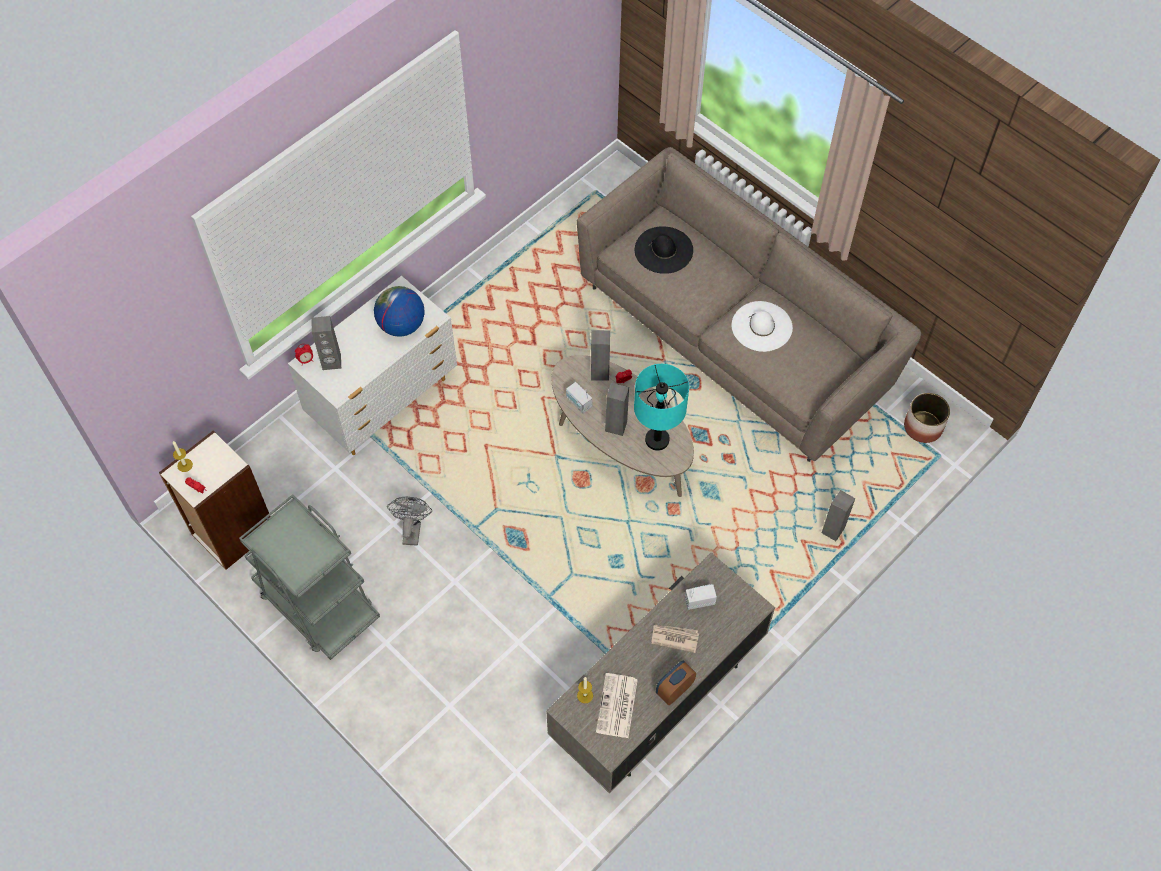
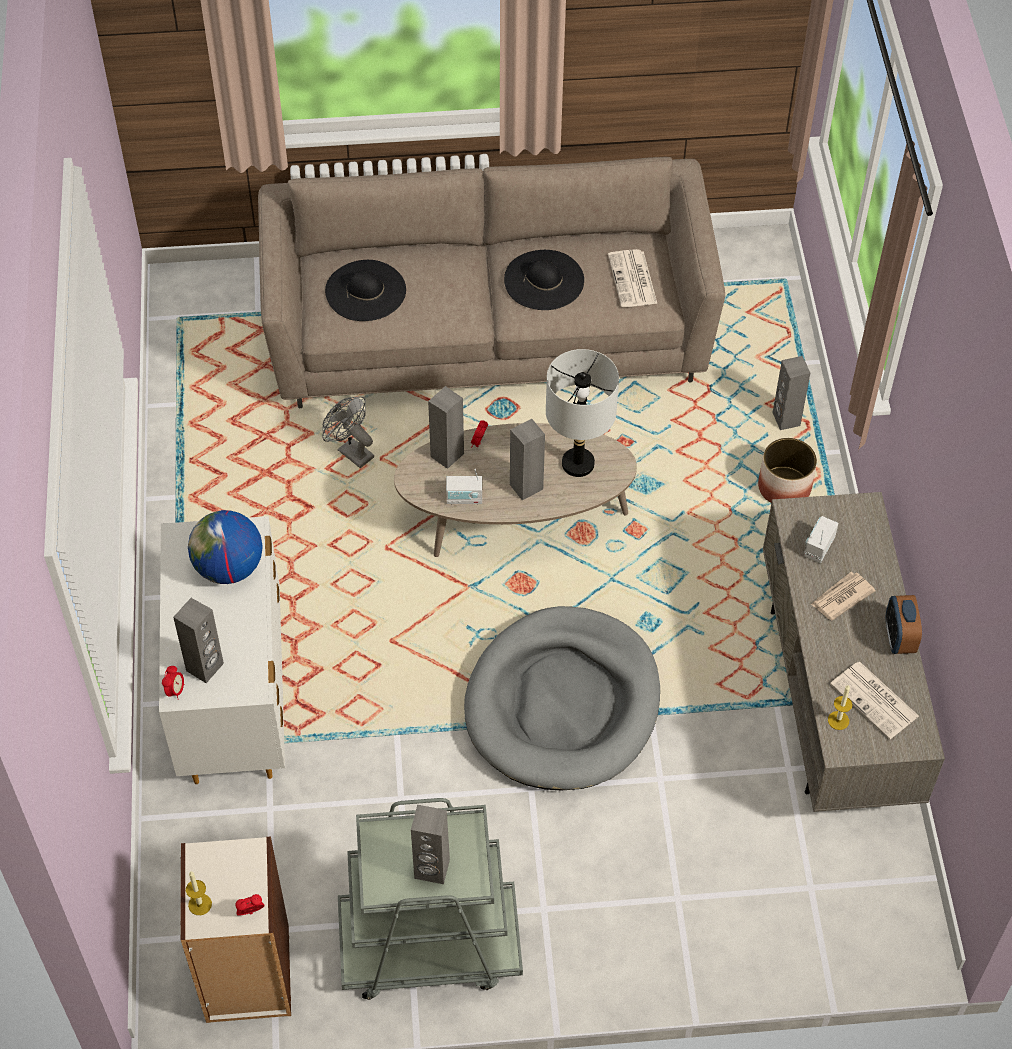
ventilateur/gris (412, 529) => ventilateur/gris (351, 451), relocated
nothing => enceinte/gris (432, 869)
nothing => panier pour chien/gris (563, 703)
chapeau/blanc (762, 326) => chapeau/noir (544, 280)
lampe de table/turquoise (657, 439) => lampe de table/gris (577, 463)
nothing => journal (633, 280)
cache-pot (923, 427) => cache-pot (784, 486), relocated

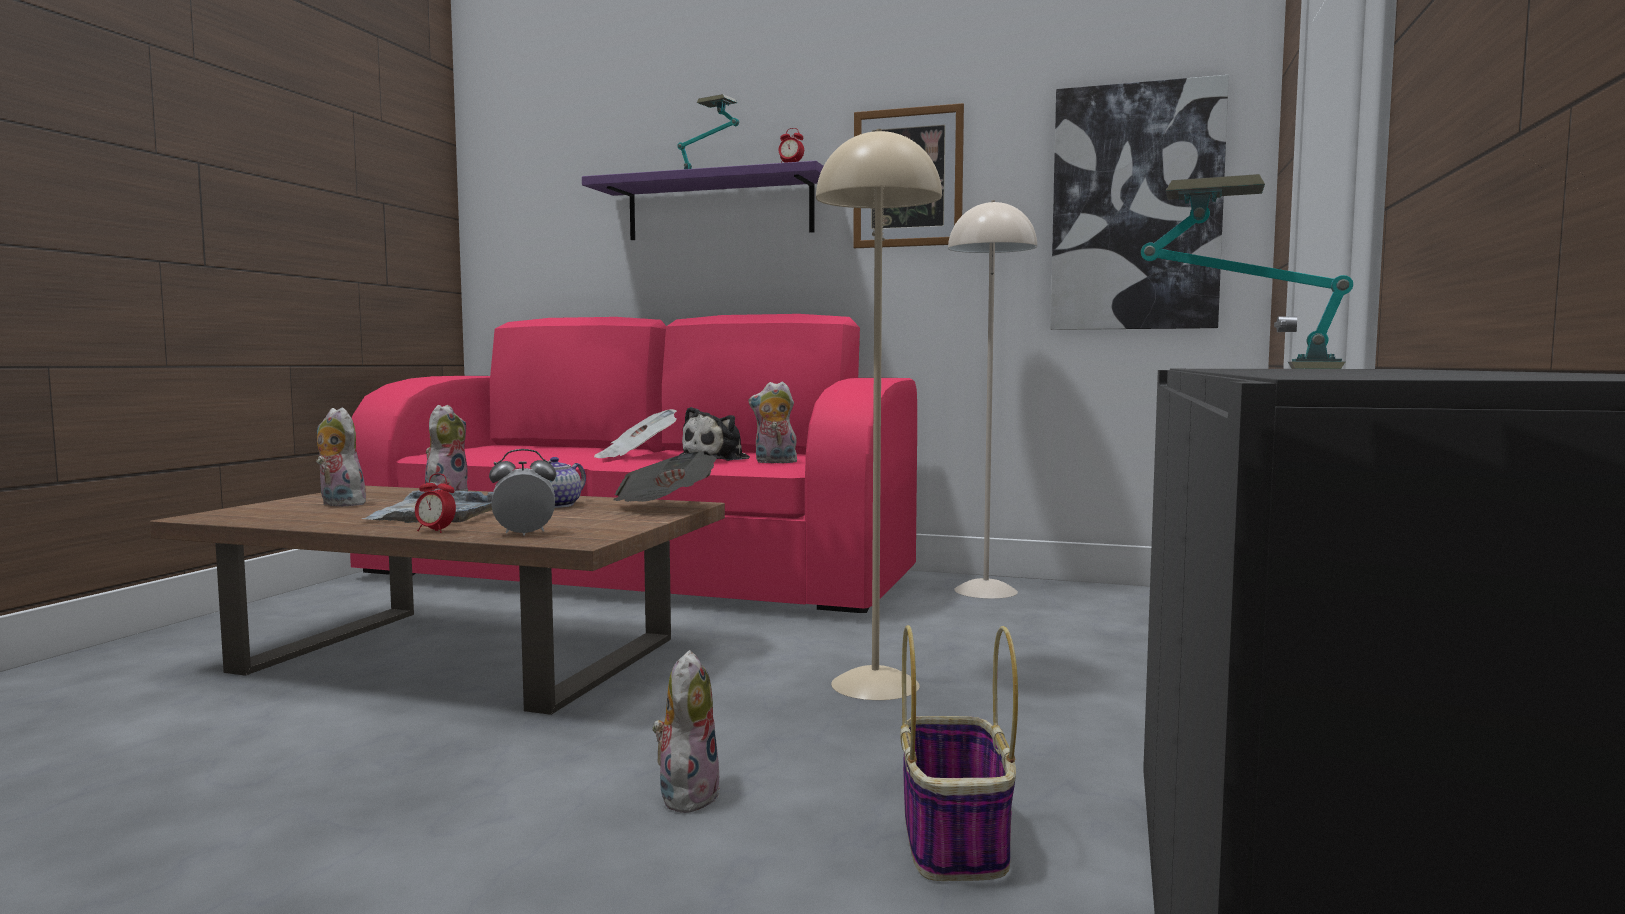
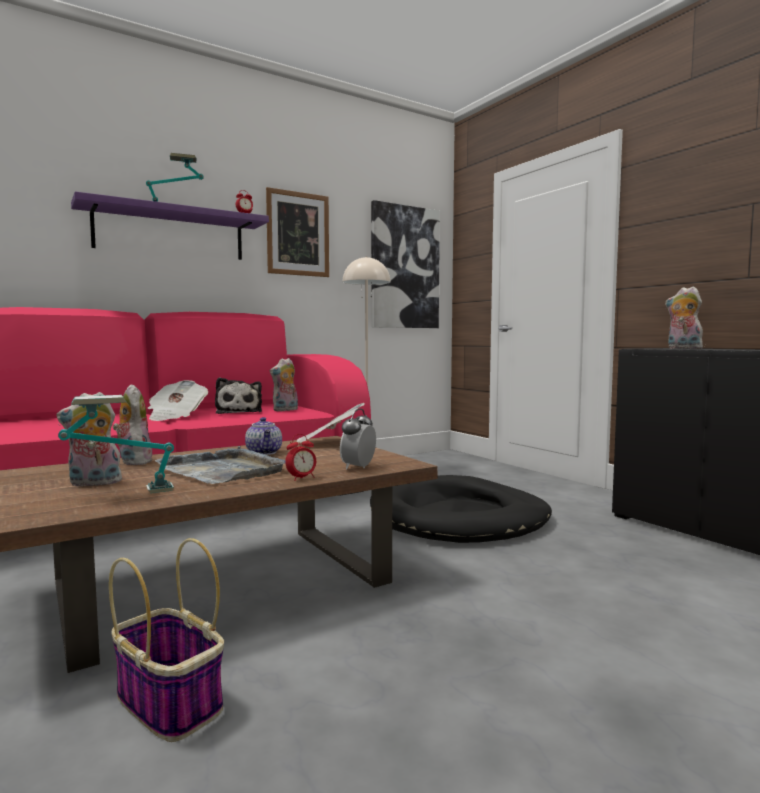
lampe de table (1238, 368) => lampe de table (121, 493), relocated
panier (955, 840) => panier (171, 703), relocated
lampadaire/beige (876, 685) => panier pour chien/noir (459, 517)
peluche (686, 794) => peluche (682, 348), relocated

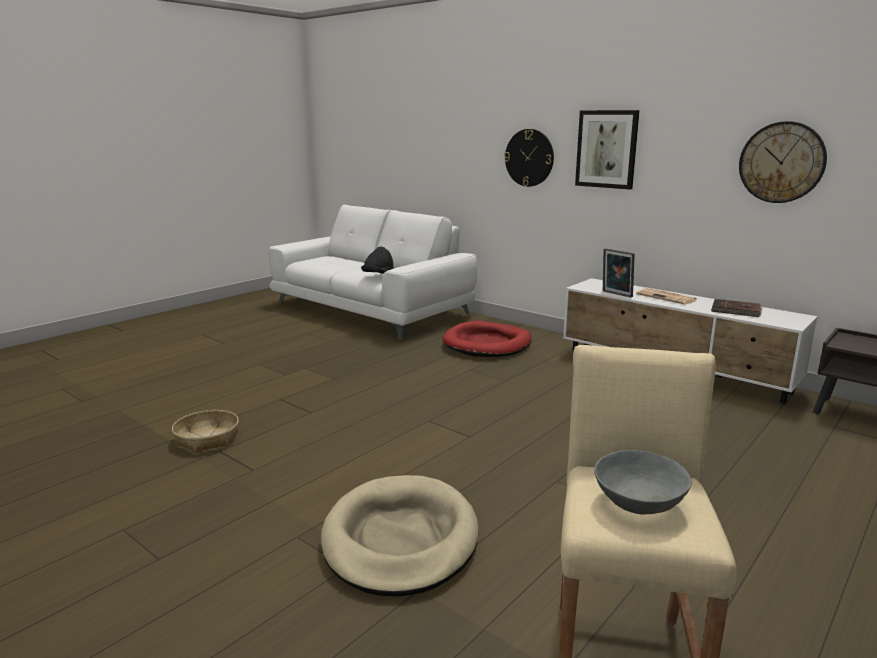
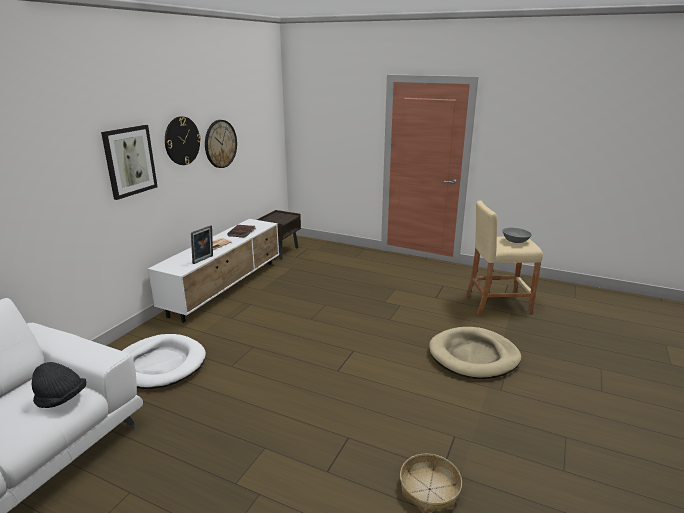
panier pour chien/rouge (487, 344) => panier pour chien/blanc (160, 364)
horloge murale (529, 158) => horloge murale (182, 141), relocated

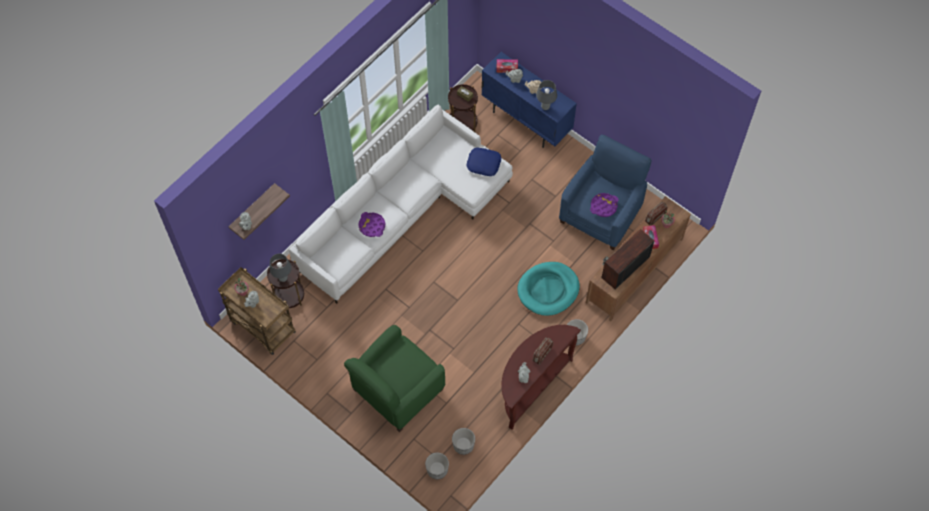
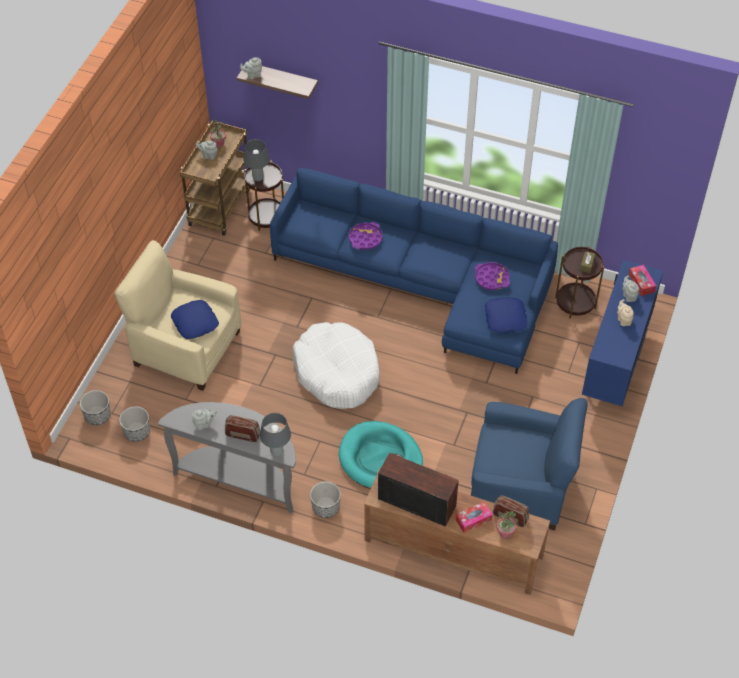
fauteuil/vert (397, 390) => fauteuil/beige (186, 348)
table console/marron (531, 386) => table console/gris (239, 479)
nothing => coussin/bleu (195, 322)
lampe de table/gris (545, 107) => lampe de table/gris (277, 452), relocated
canapé/blanc (404, 211) => canapé/bleu (423, 283)
nothing => panier pour chien/blanc (337, 372)
plateau/violet (603, 206) => plateau/violet (491, 278), relocated

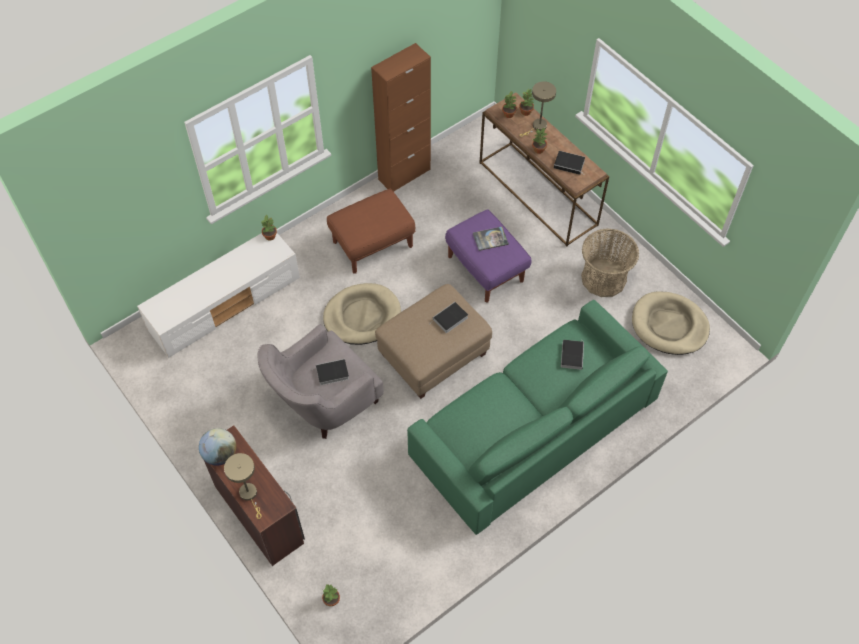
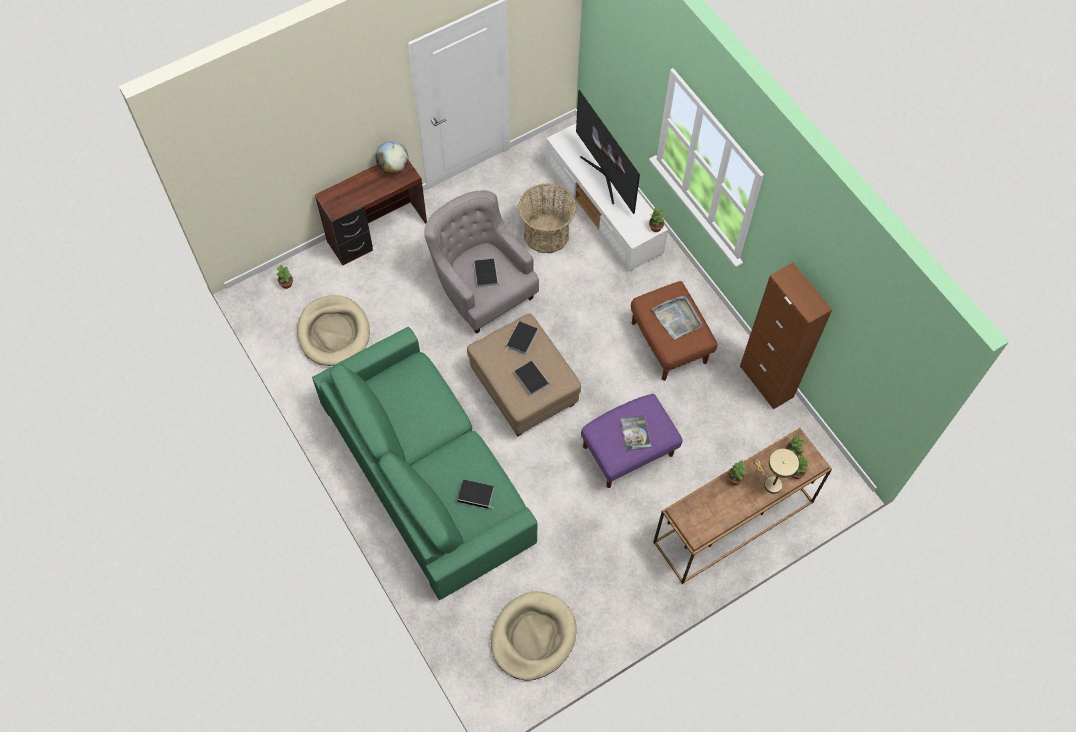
panier pour chien/beige (362, 316) => panier pour chien/beige (334, 332), relocated
livre (570, 164) => livre (521, 340), relocated
panier (603, 278) => panier (546, 233), relocated
nothing => téléviseur (605, 175)
nothing => plateau/gris (677, 318)
lampe de table/beige (249, 495) => nothing

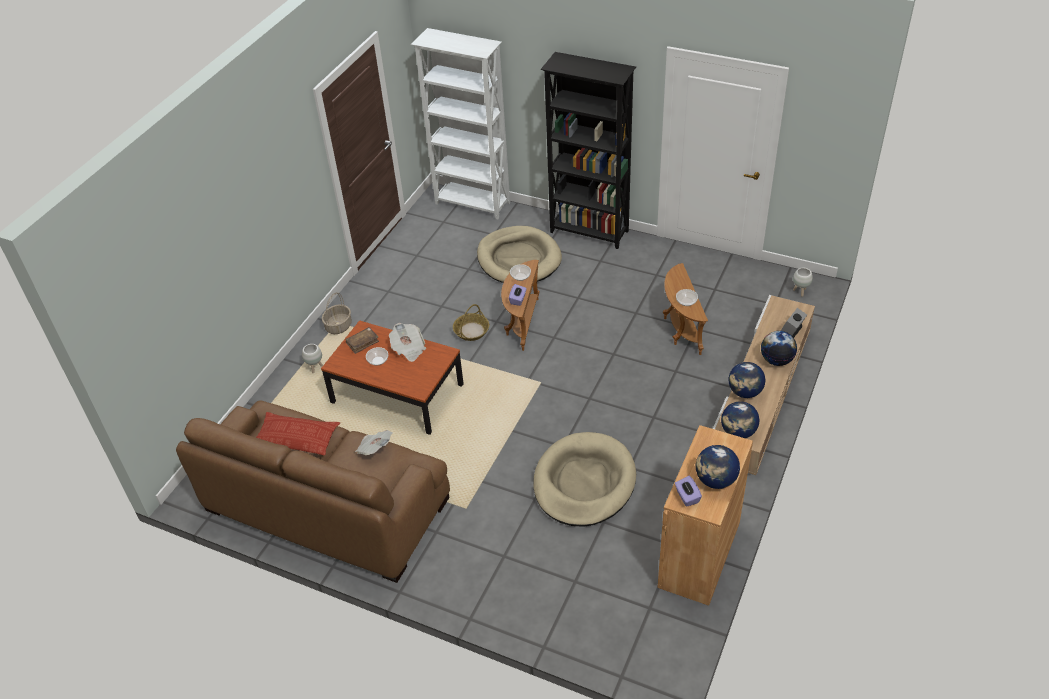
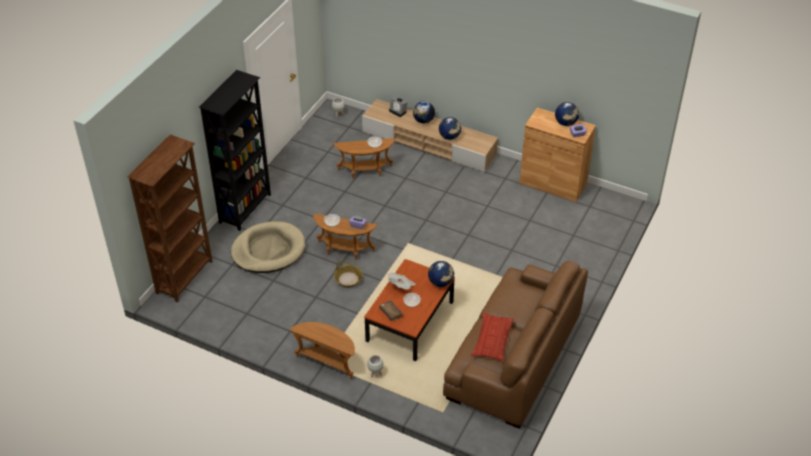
bibliothèque/blanc (473, 204) => bibliothèque/marron (185, 277)
panier (338, 326) => table d'appoint/marron (327, 362)
globe (738, 432) => globe (441, 282), relocated
journal (375, 449) => nothing
panier pour chien/beige (584, 482) => nothing

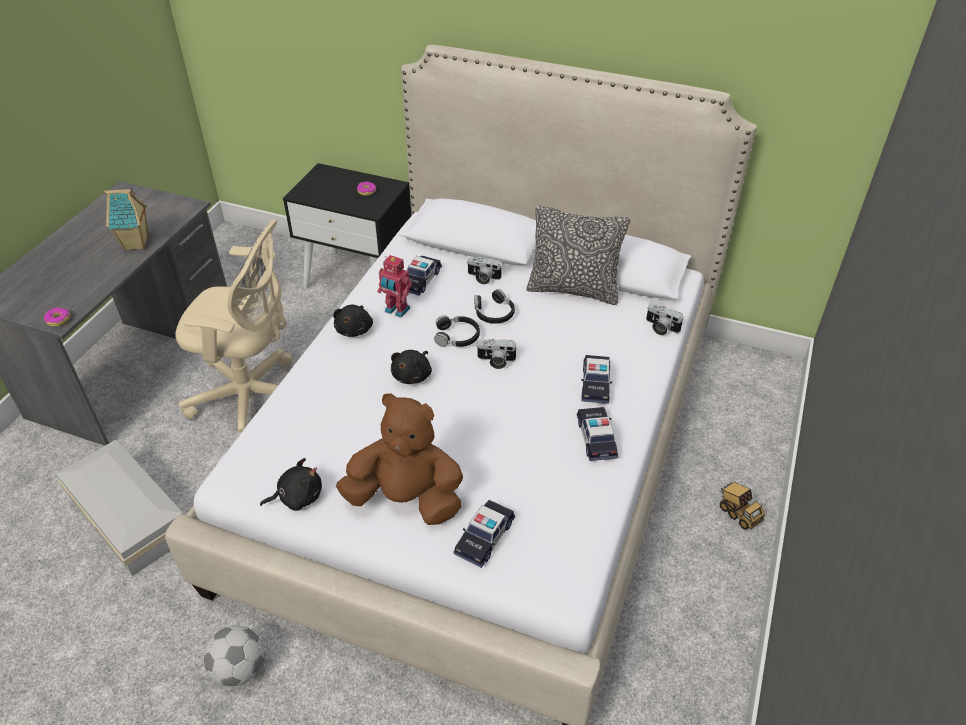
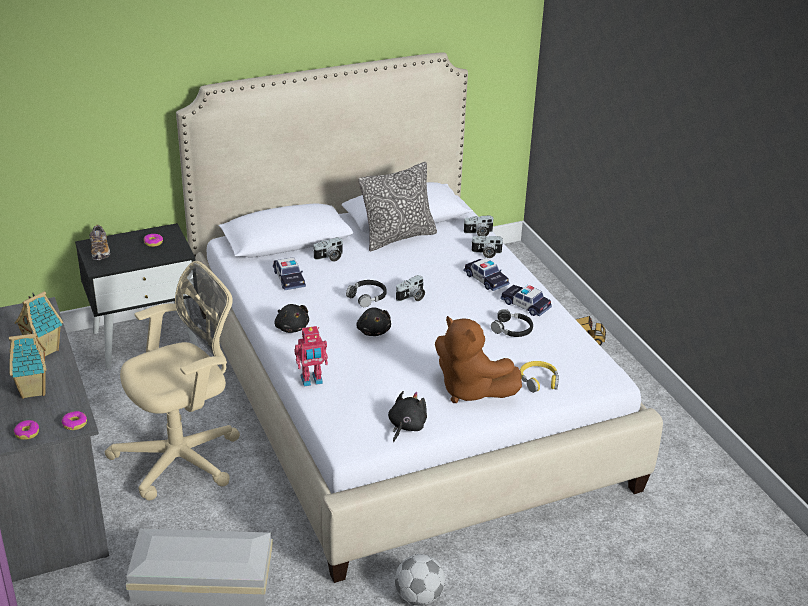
nothing => maison miniature (34, 390)
nothing => beignet (27, 433)
nothing => chaussure (100, 251)
robot jouet (396, 311) => robot jouet (312, 381), relocated
peluche/marron (406, 499) => peluche/marron (470, 390), 105 degrees counterclockwise
nothing => appareil photo (486, 253)
casque audio/noir (494, 313) => casque audio/noir (512, 329), relocated
petite voiture (484, 537) => casque audio/jaune (538, 381)

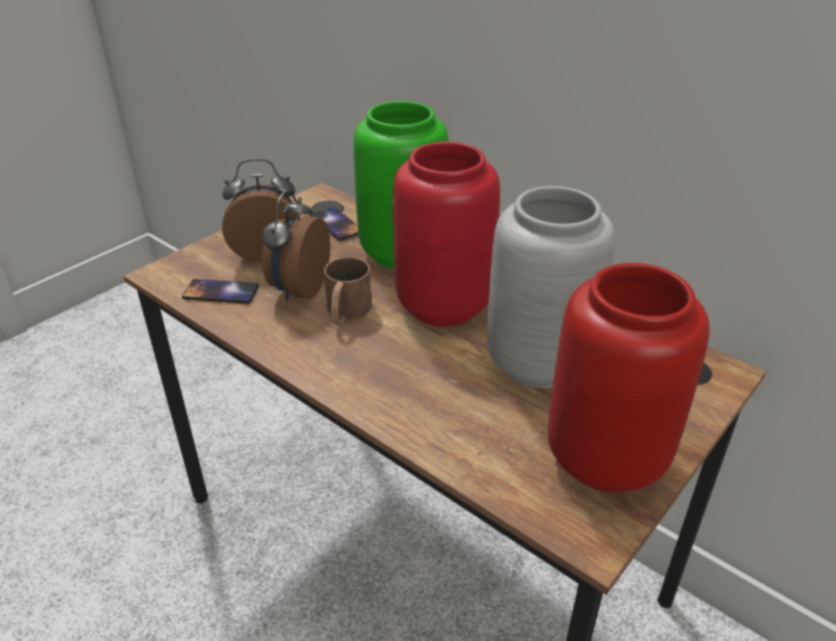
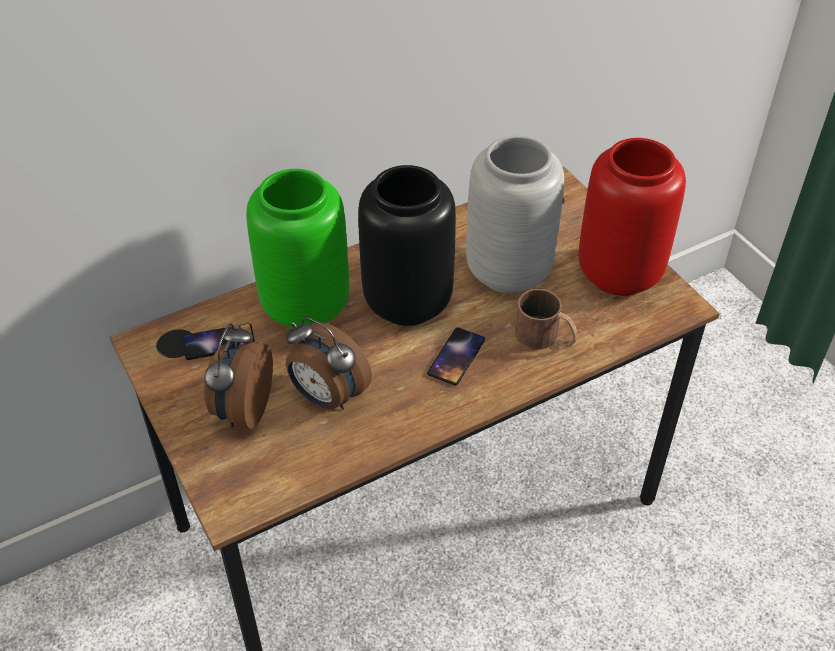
vase/rouge (445, 307) => vase/noir (409, 302)
téléphone (221, 292) => téléphone (456, 357), relocated
mug/marron (346, 313) => mug/marron (546, 338), relocated

